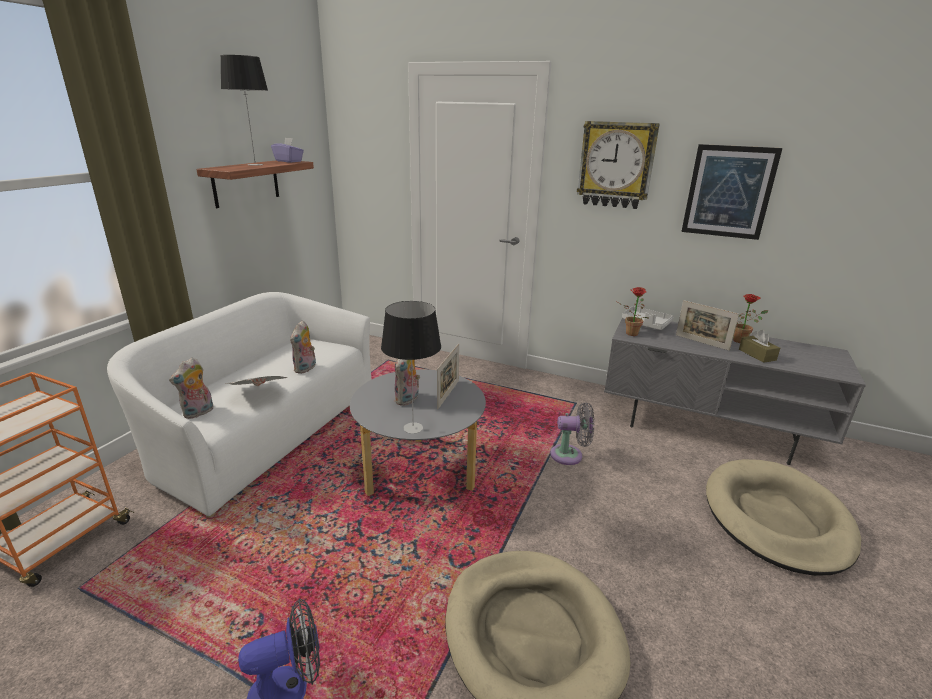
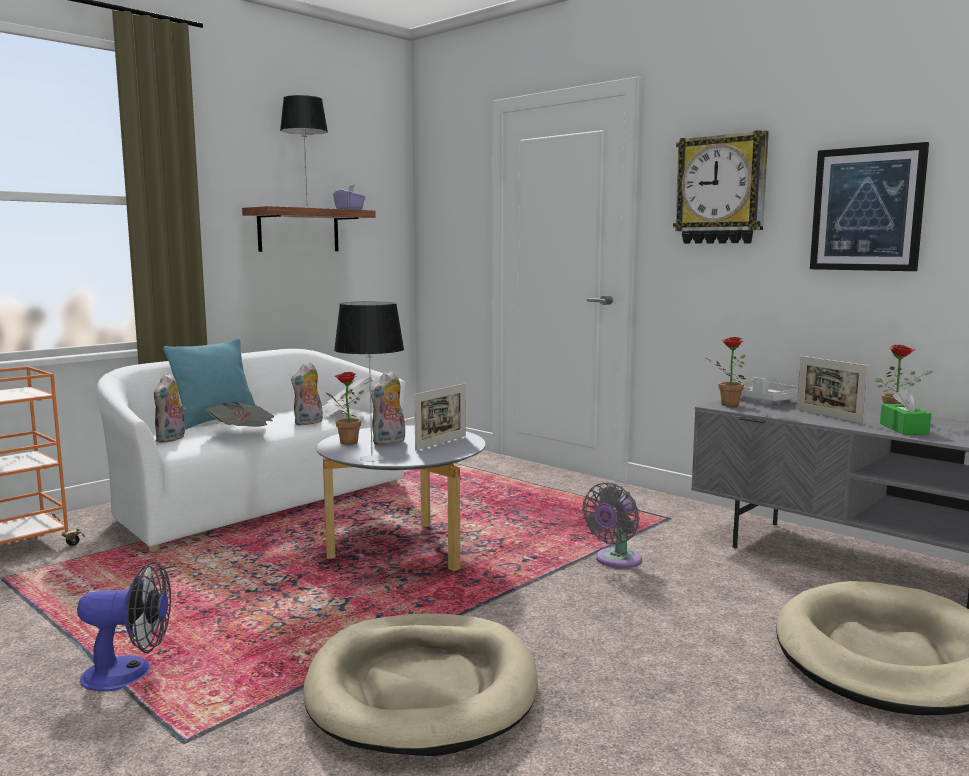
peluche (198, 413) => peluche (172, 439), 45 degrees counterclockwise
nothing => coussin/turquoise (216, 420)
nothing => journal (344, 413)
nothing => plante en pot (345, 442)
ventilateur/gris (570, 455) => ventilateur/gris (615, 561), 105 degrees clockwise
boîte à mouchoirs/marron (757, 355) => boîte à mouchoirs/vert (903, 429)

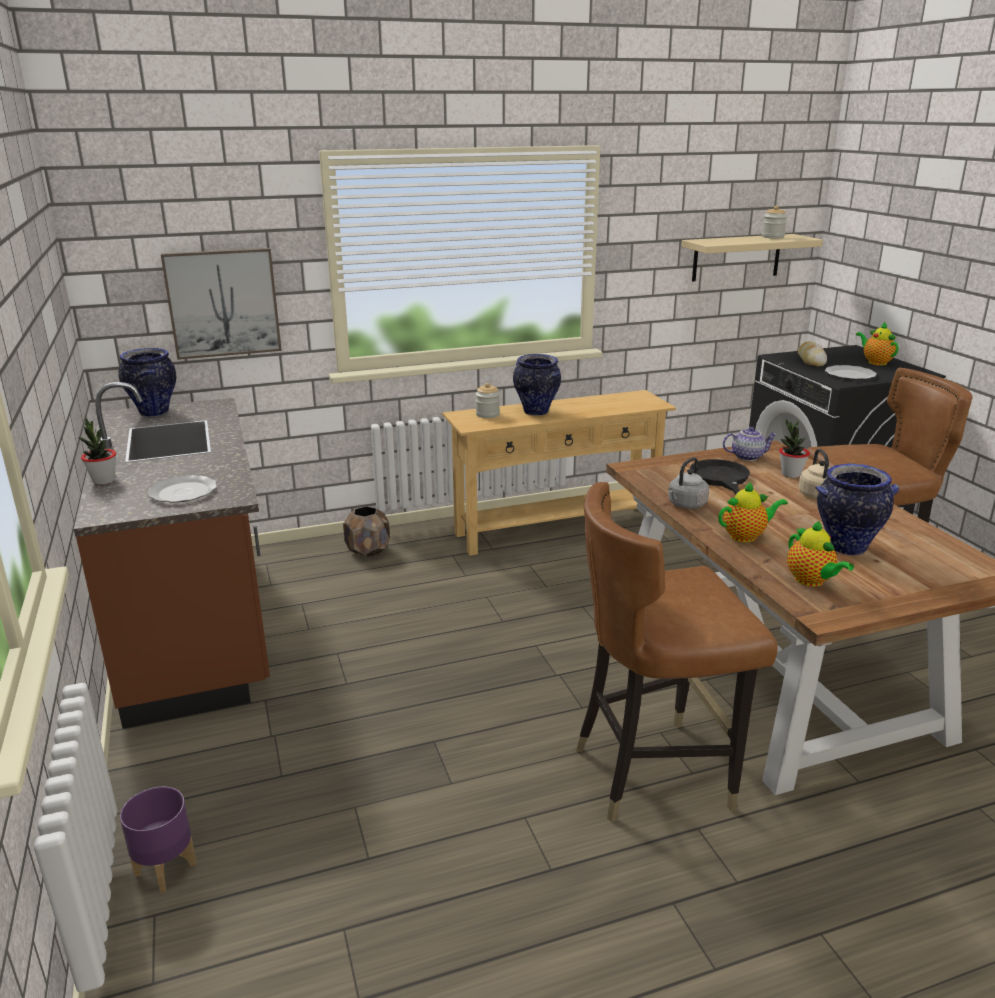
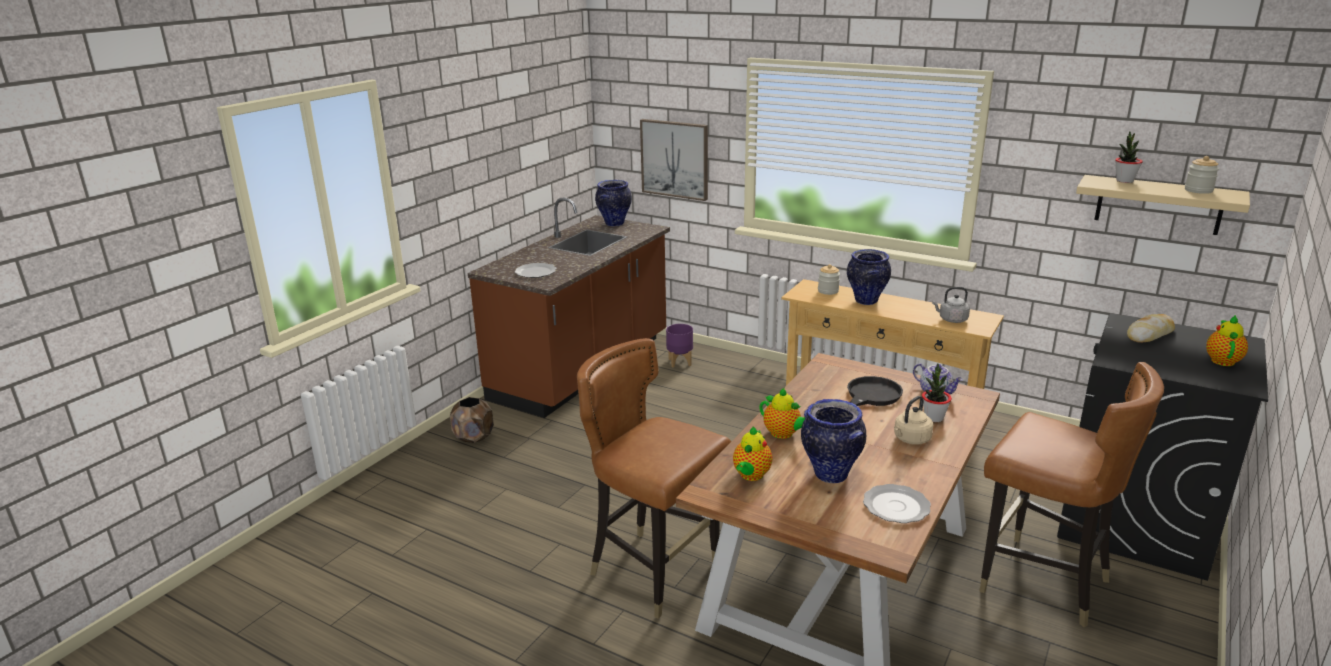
cache-pot/marron (368, 551) => cache-pot/marron (474, 437), relocated
cache-pot/violet (165, 868) => cache-pot/violet (679, 362), relocated
assiette (850, 375) => assiette (896, 507), relocated
bouilloire/gris (685, 505) => bouilloire/gris (951, 320), relocated
plante en pot (103, 480) => plante en pot (1124, 181), relocated

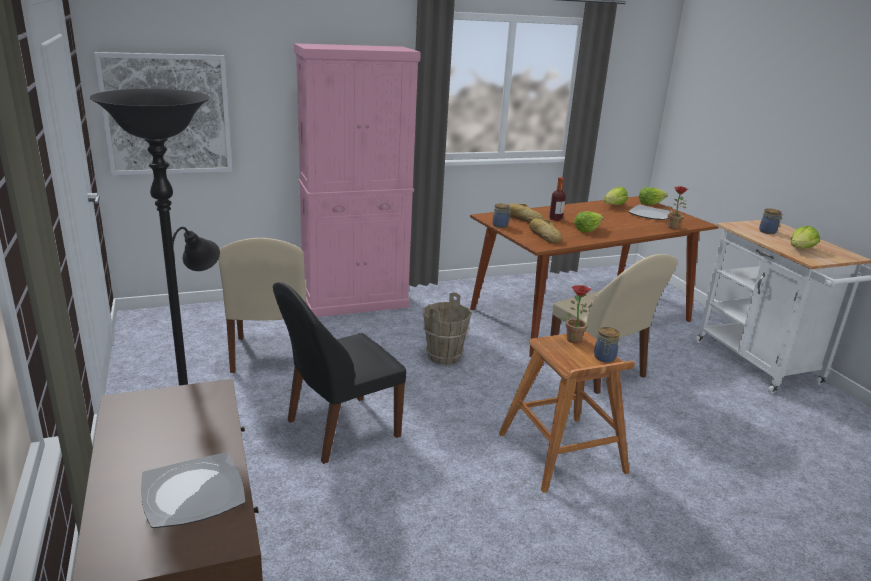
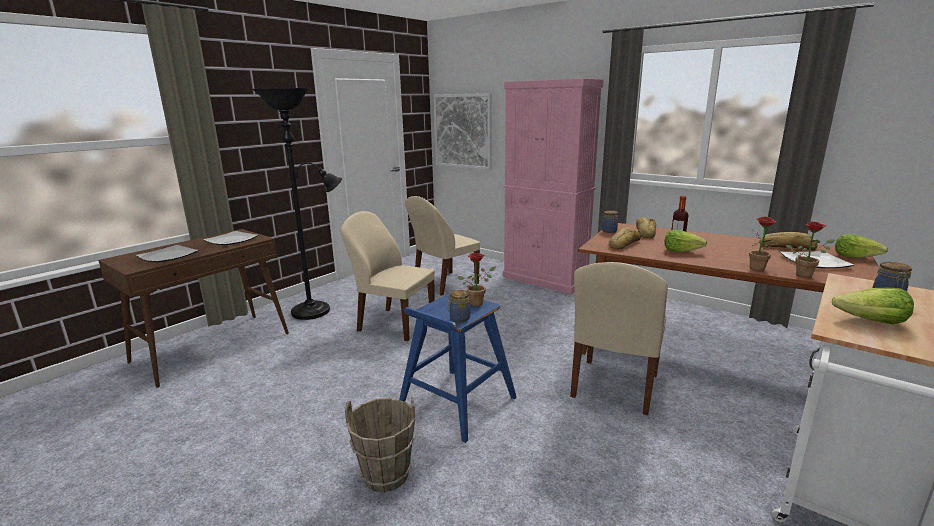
nothing => assiette (232, 240)
chaise/noir (340, 429) => chaise/beige (394, 324)
seau/marron (444, 356) => seau/marron (386, 475), relocated
tabouret/marron (562, 453) => tabouret/bleu (456, 403)
nothing => plante en pot (758, 270)
laitue (611, 206) => pain (786, 247)

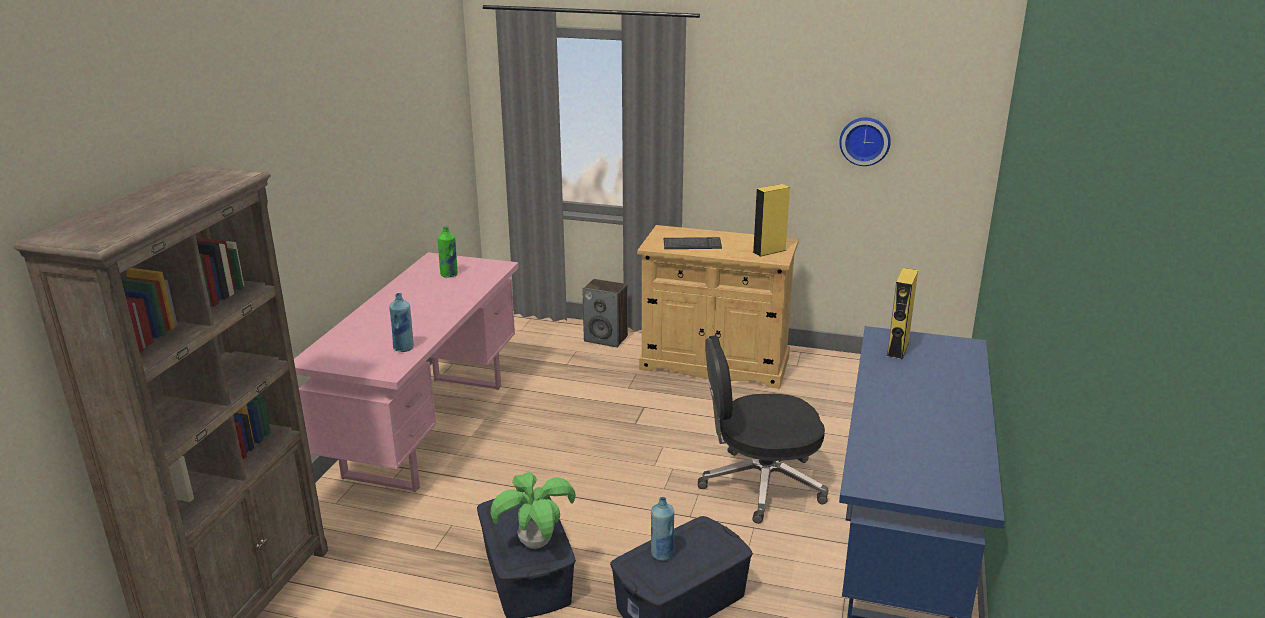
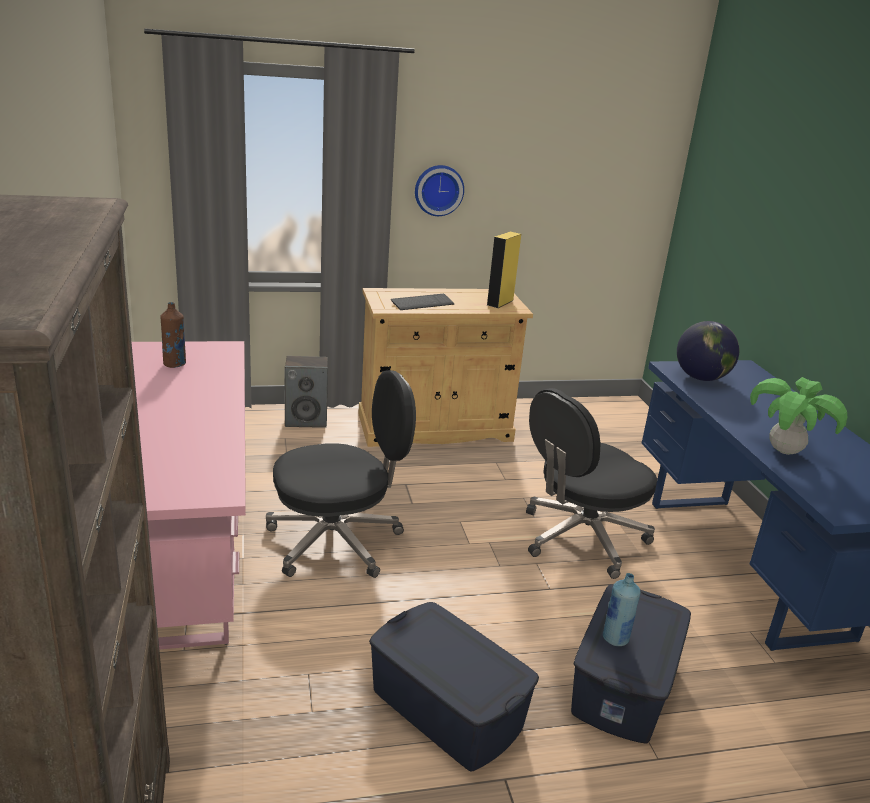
bouteille/vert (449, 275) => bouteille/marron (175, 364)
nothing => chaise de bureau/noir (337, 541)
horloge murale (865, 140) => horloge murale (438, 190), relocated
enceinte/jaune (897, 349) => globe (701, 378)
plante en pot (535, 544) => plante en pot (785, 451), relocated
bouteille/bleu (404, 348) => nothing

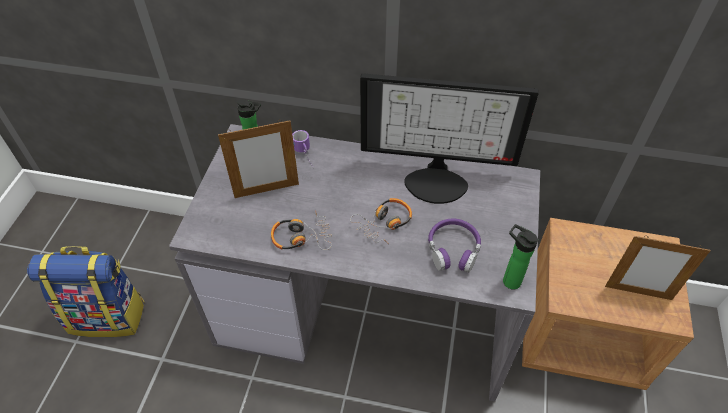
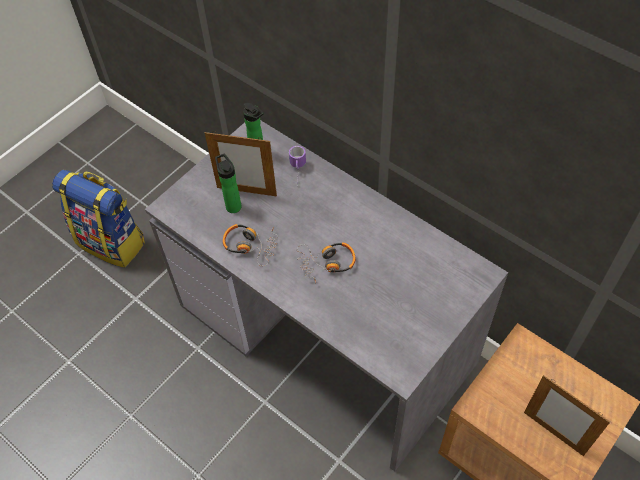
bouteille (509, 280) => bouteille (232, 205), relocated
écran d'ordinateur (437, 180) => nothing
casque audio/violet (453, 250) => nothing

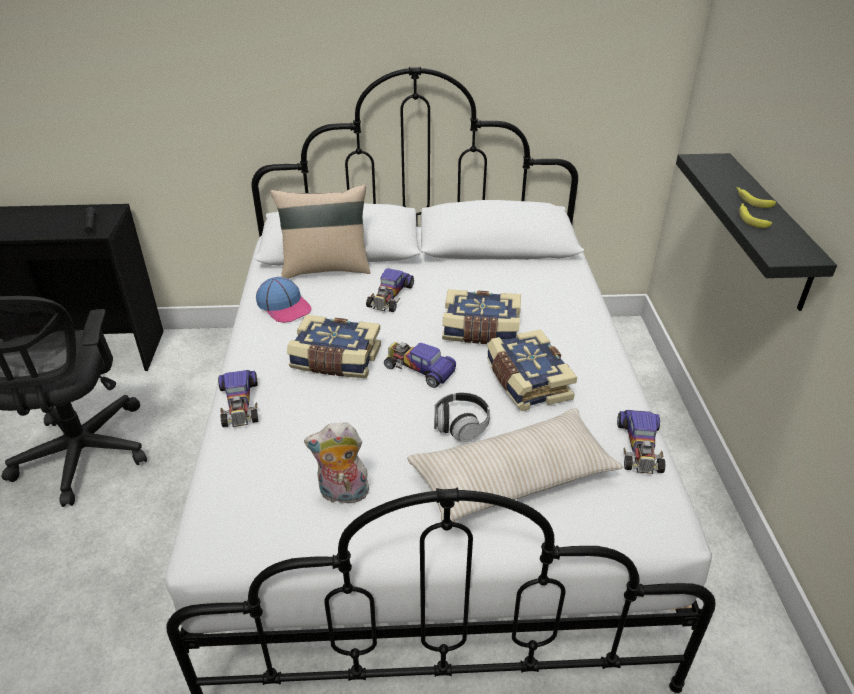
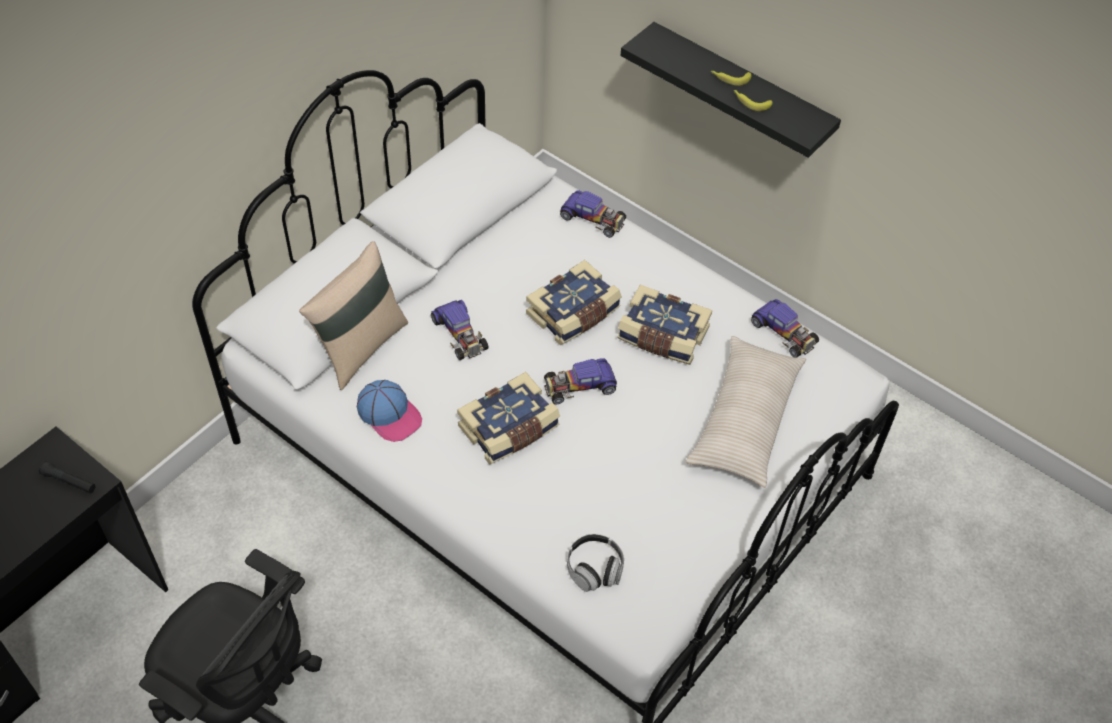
casquette (284, 306) => casquette (390, 414), 45 degrees clockwise
petite voiture (239, 403) => petite voiture (593, 218), relocated
casque audio (461, 425) => casque audio (594, 569), relocated
peluche (342, 494) => nothing

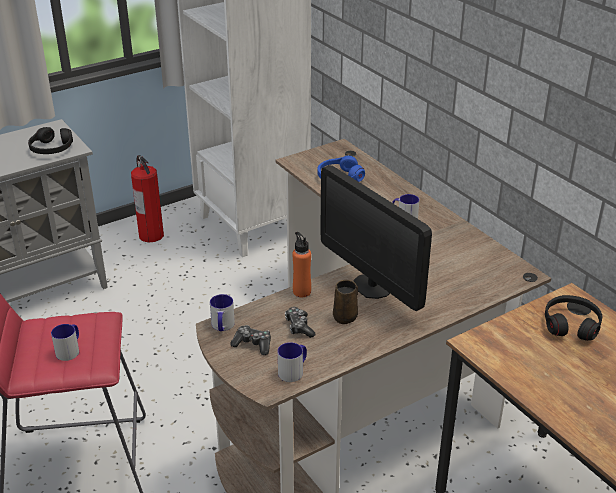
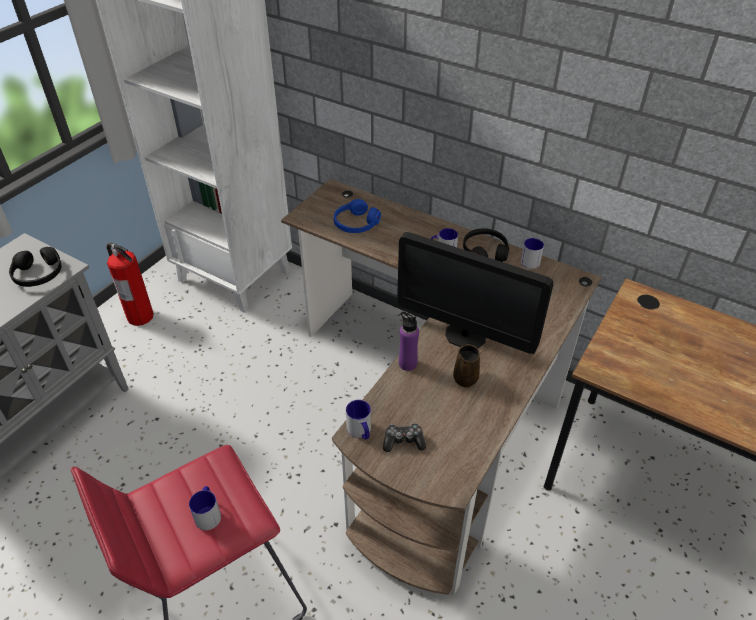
bouteille/orange (302, 291) => bouteille/violet (407, 363)
casque audio/noir (571, 324) => casque audio/noir (484, 252), relocated
mug (294, 371) => mug (530, 260), relocated
manette (299, 327) => nothing

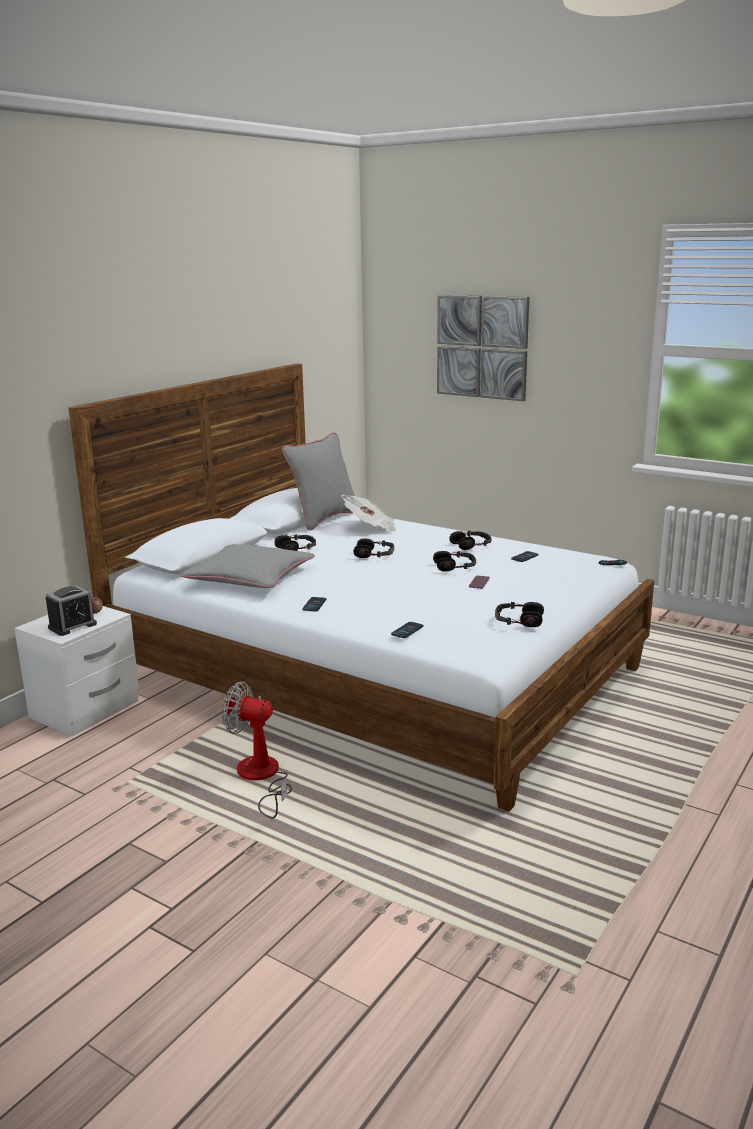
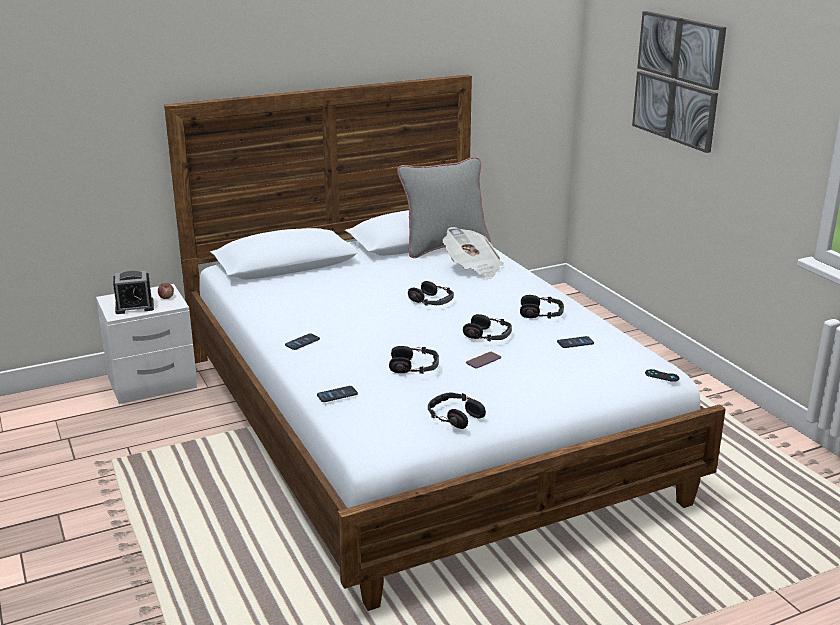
casque audio (296, 548) => casque audio (414, 366), relocated
coussin/gris (249, 577) => nothing
ventilateur (261, 778) => nothing

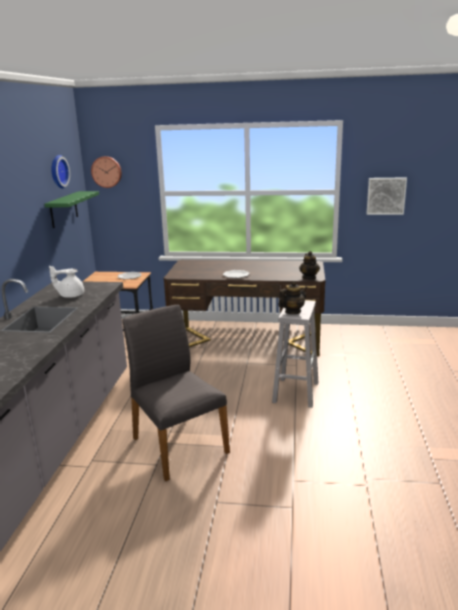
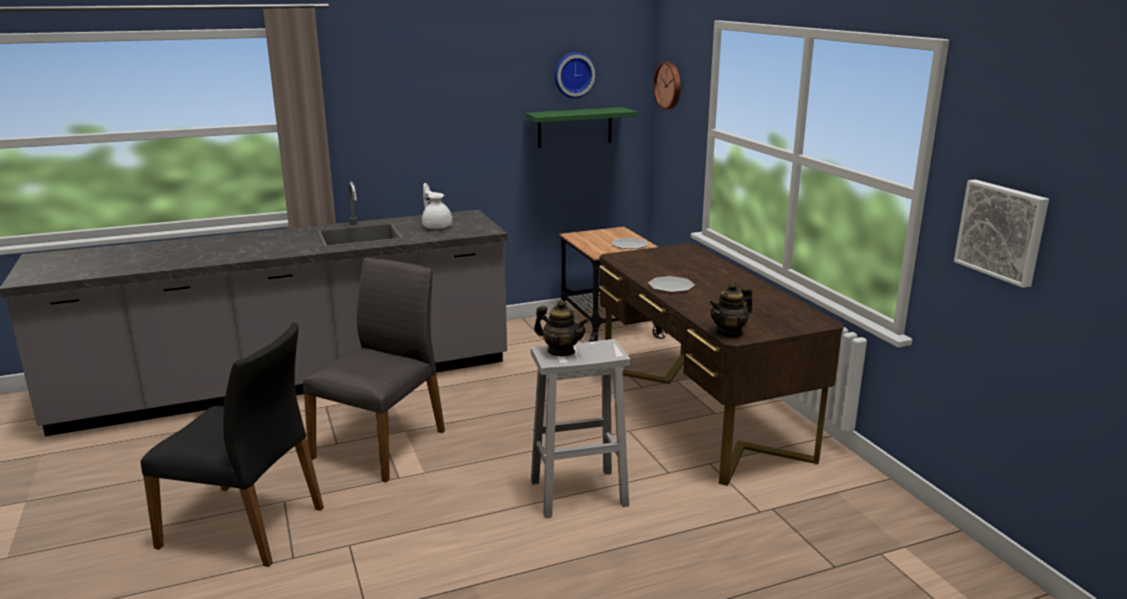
nothing => chaise/noir (245, 526)

